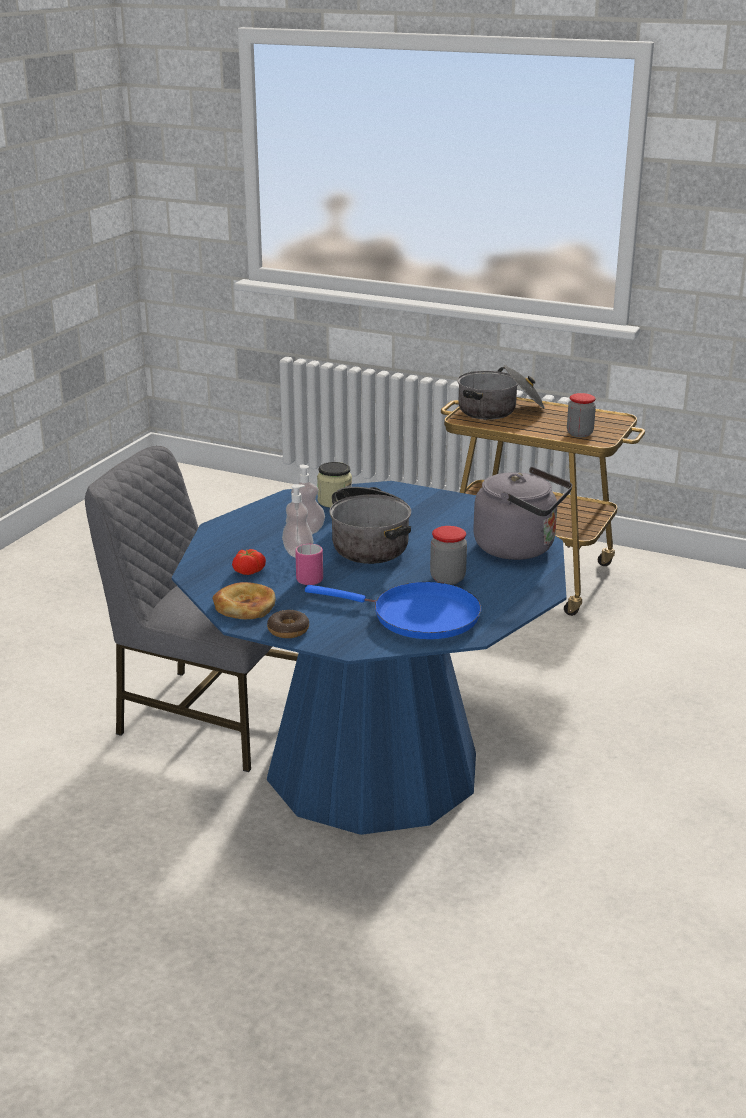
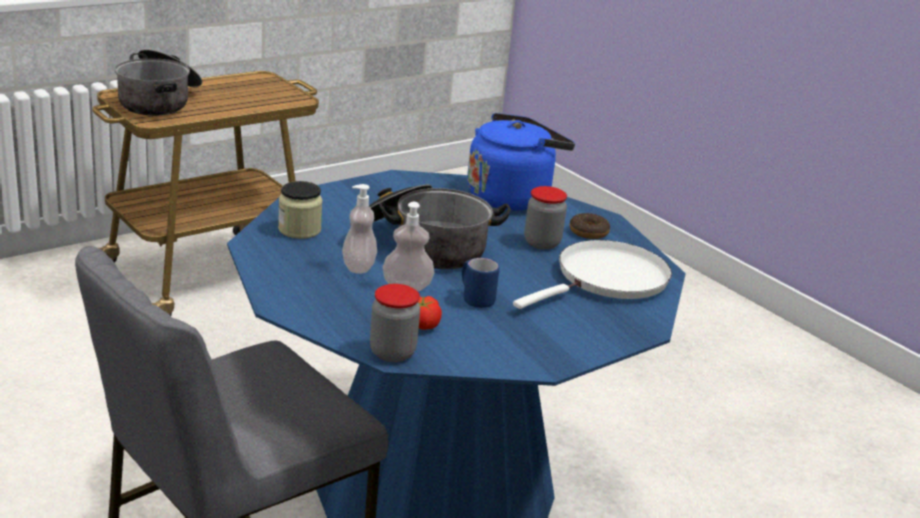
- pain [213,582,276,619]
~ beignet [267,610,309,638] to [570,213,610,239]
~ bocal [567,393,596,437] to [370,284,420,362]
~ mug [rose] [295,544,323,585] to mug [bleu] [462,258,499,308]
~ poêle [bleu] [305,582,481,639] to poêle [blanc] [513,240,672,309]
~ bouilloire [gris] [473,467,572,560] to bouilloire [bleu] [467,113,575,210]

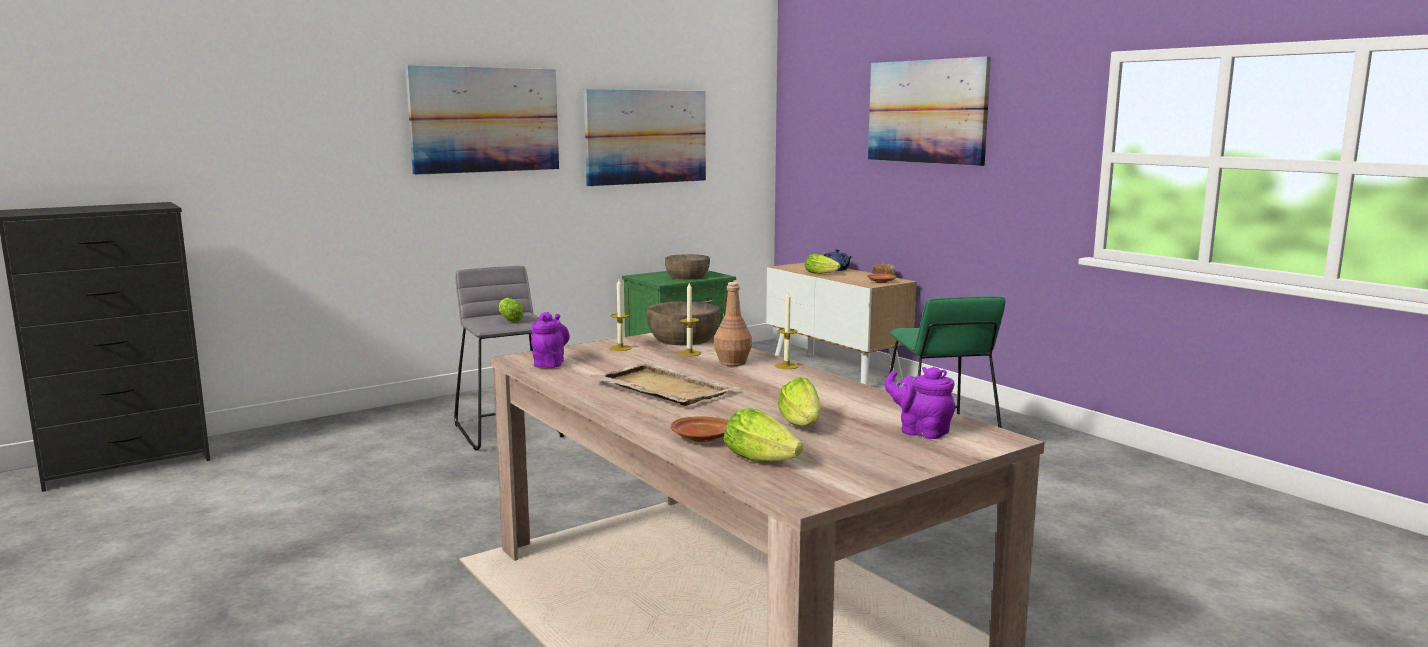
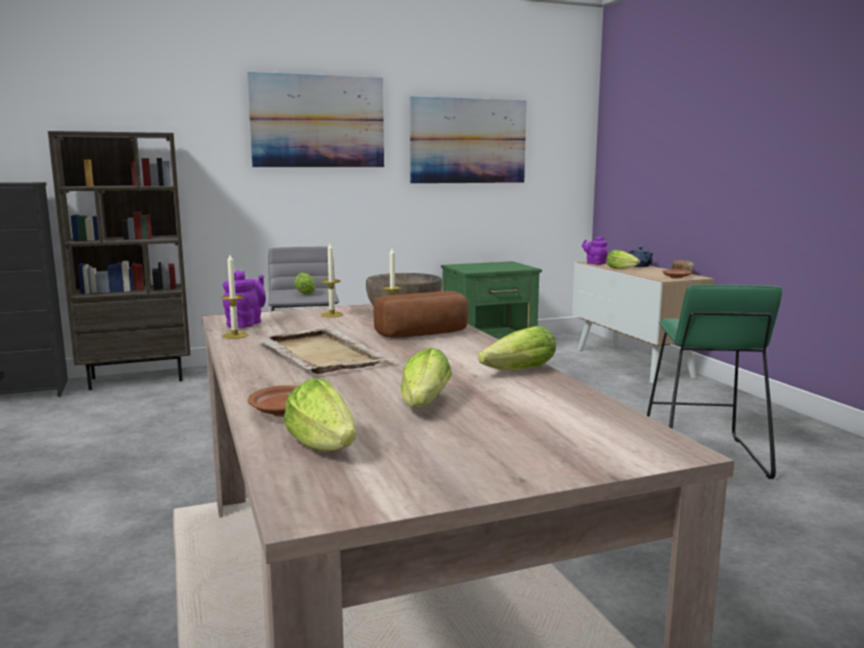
- bol [marron] [665,254,710,280]
- tableau [868,56,991,166]
+ bibliothèque [marron] [48,131,190,390]
+ laitue [478,326,556,370]
~ bougie [775,292,799,369] to [221,254,248,339]
~ théière [violet] [884,367,955,439] to [582,236,607,265]
~ bouteille [marron] [714,282,752,366] to pain [373,291,468,338]

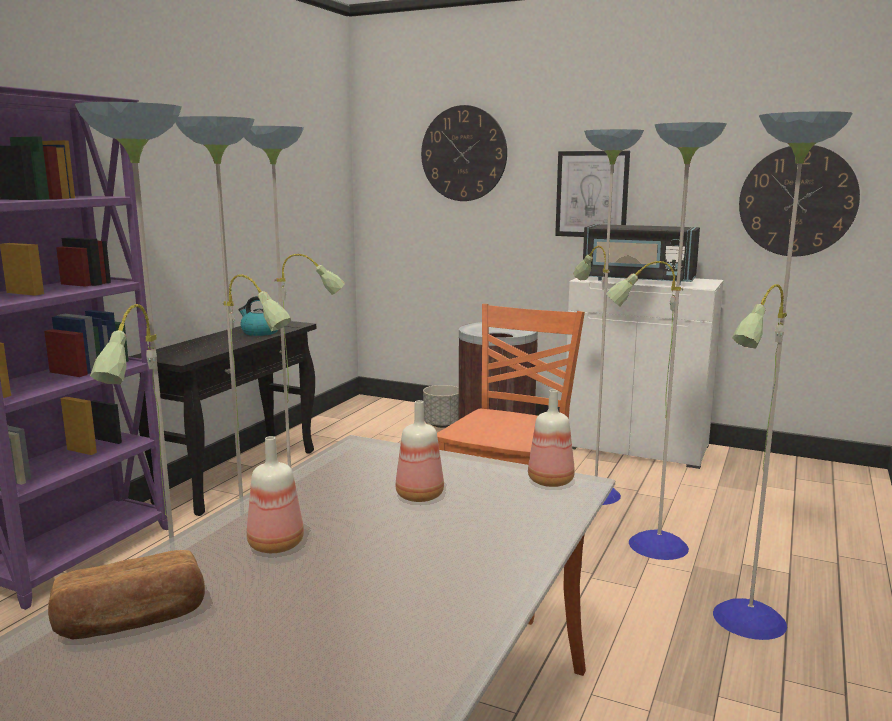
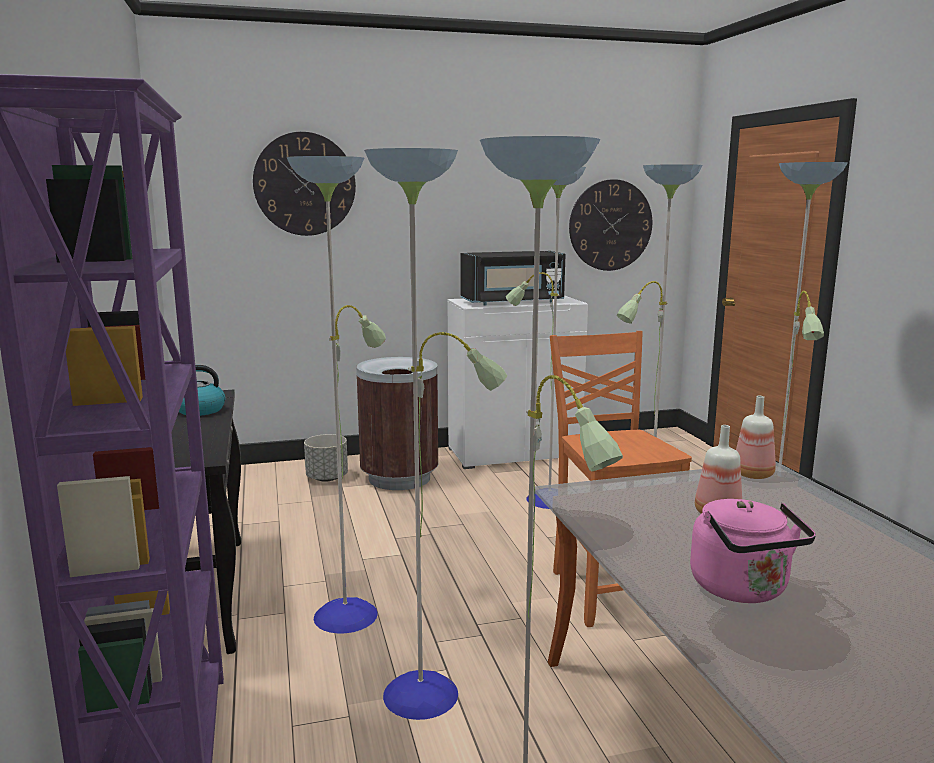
- pain [48,550,205,639]
- tableau [555,151,630,237]
~ bouteille [247,436,304,553] to bouilloire [rose] [690,499,816,603]

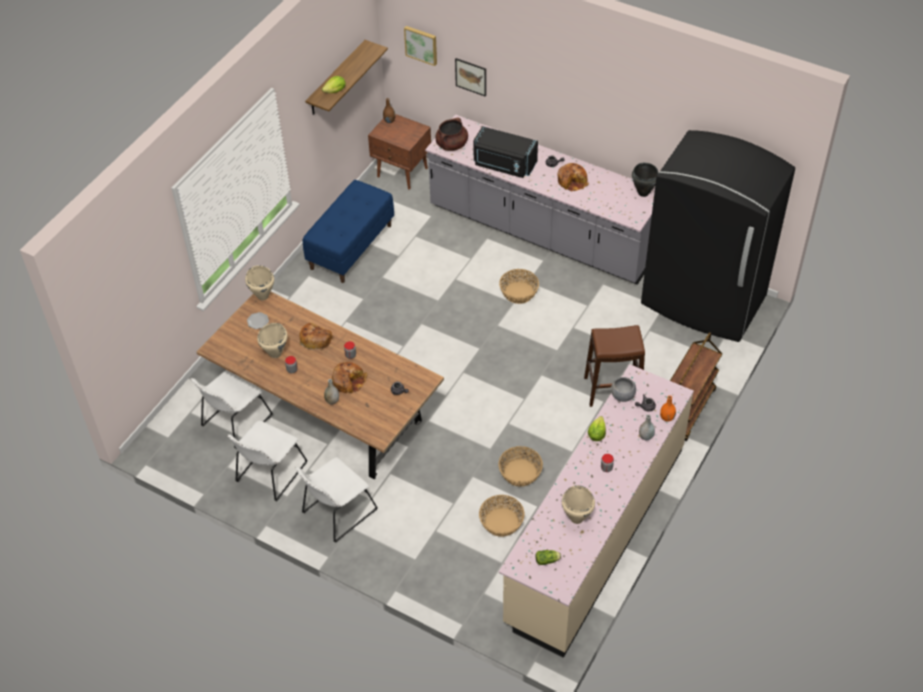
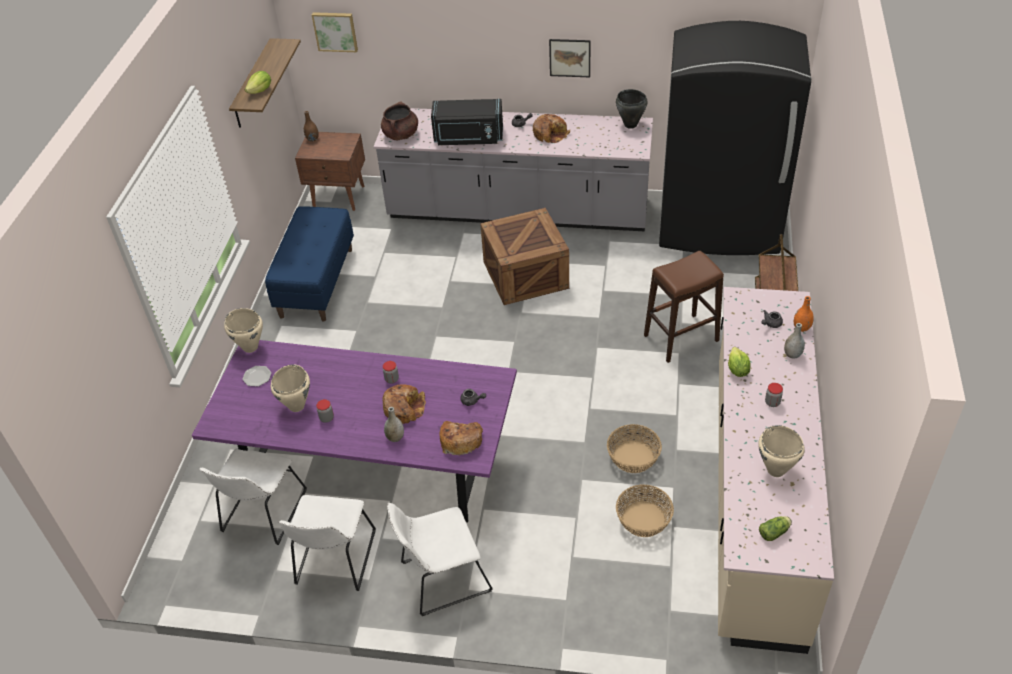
- bol [gris] [611,377,636,402]
~ pain [300,323,333,350] to [439,421,483,455]
~ tableau [455,58,486,97] to [549,39,591,77]
~ panier [499,269,539,304] to caisse [480,208,569,305]
~ table à manger [marron] [196,292,444,479] to table à manger [violet] [192,340,517,522]
~ chaise [blanc] [295,457,378,543] = [387,503,493,616] 45 degrees clockwise

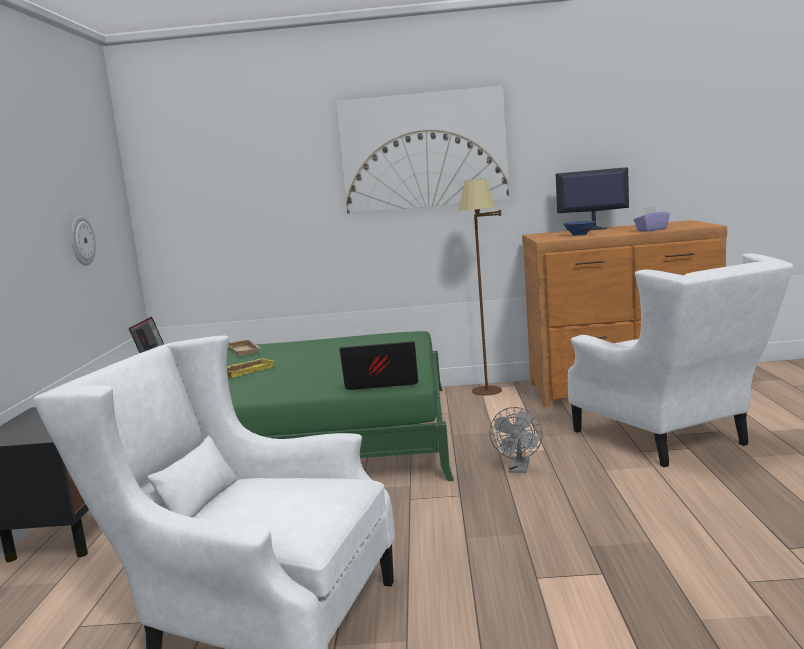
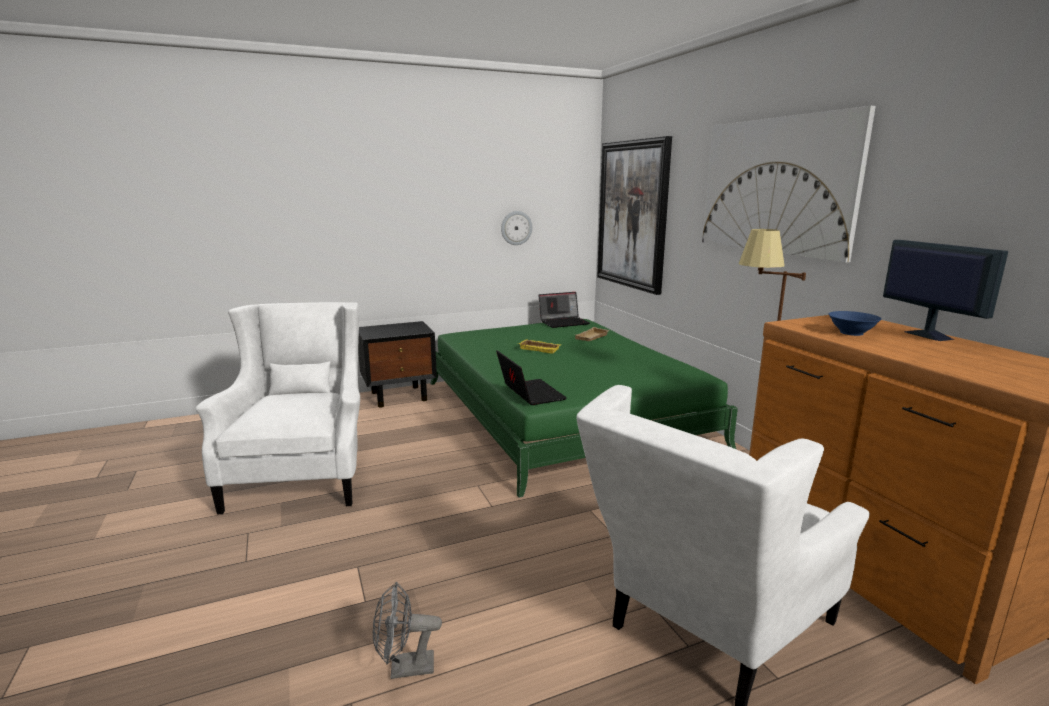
- boîte à mouchoirs [violet] [634,206,670,231]
+ tableau [597,136,672,295]
~ ventilateur [gris] [489,407,543,473] to [373,582,442,679]

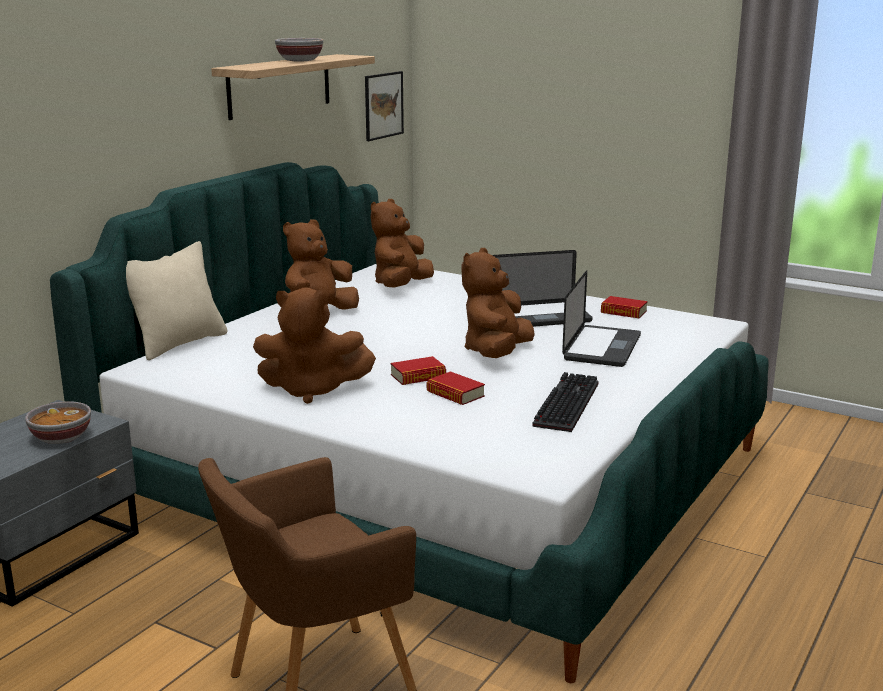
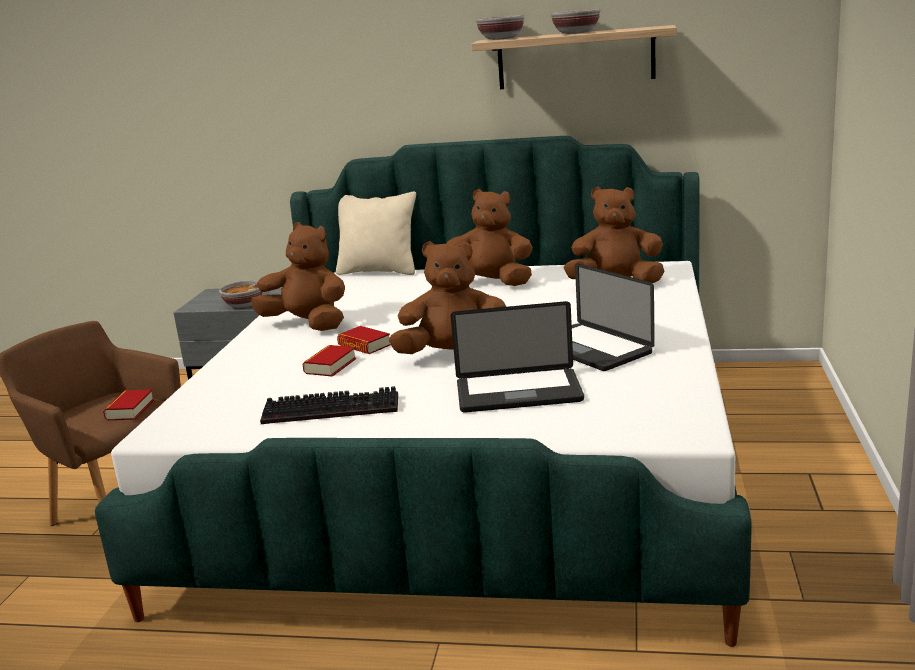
- tableau [365,71,404,141]
+ bol [476,15,524,40]
~ livre [601,296,647,318] to [103,389,154,420]
~ peluche [marron] [253,288,376,404] = [251,222,345,331] 135 degrees clockwise

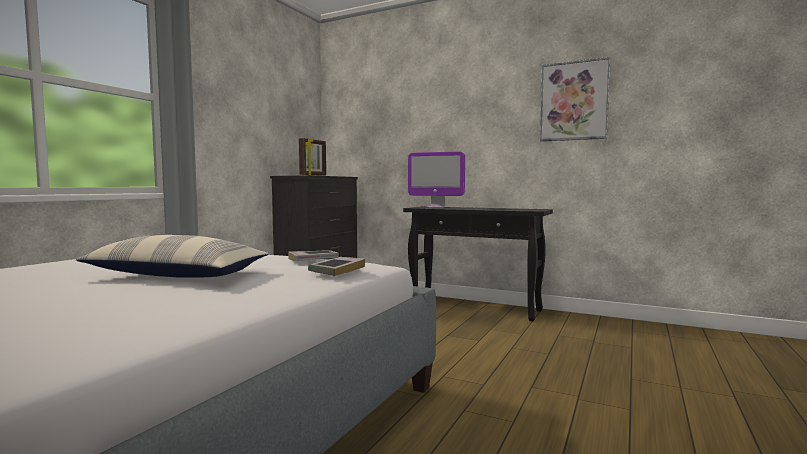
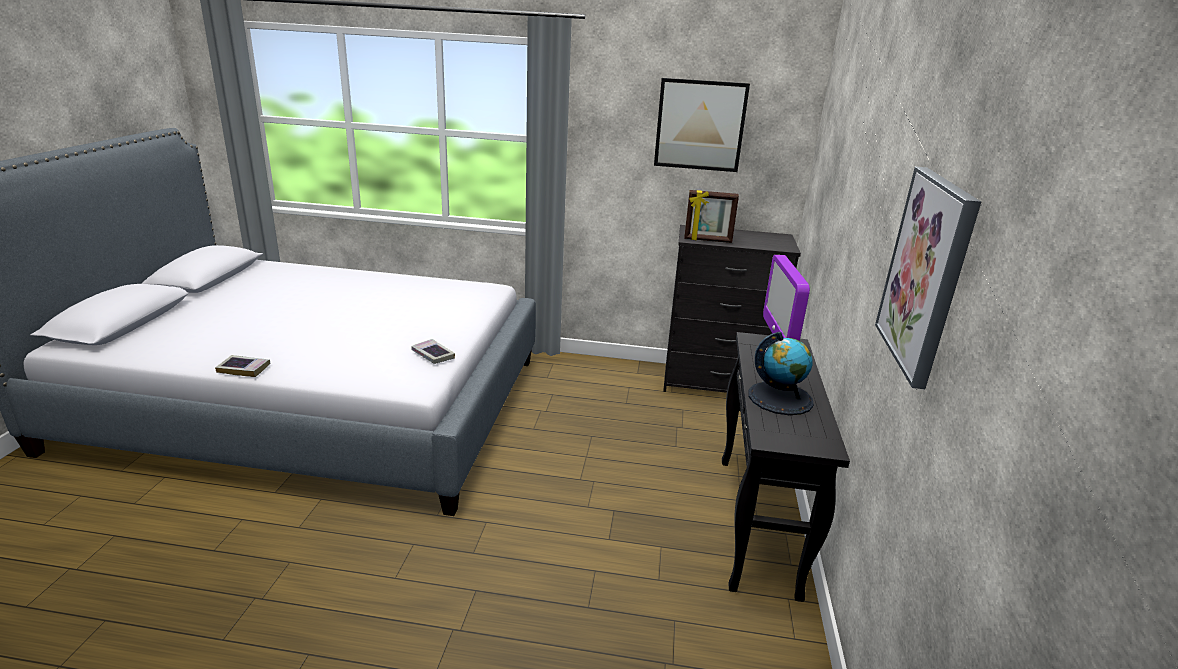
- coussin [76,235,269,278]
+ tableau [654,78,750,172]
+ globe [749,332,814,415]
~ livre [308,257,365,276] to [215,355,270,377]

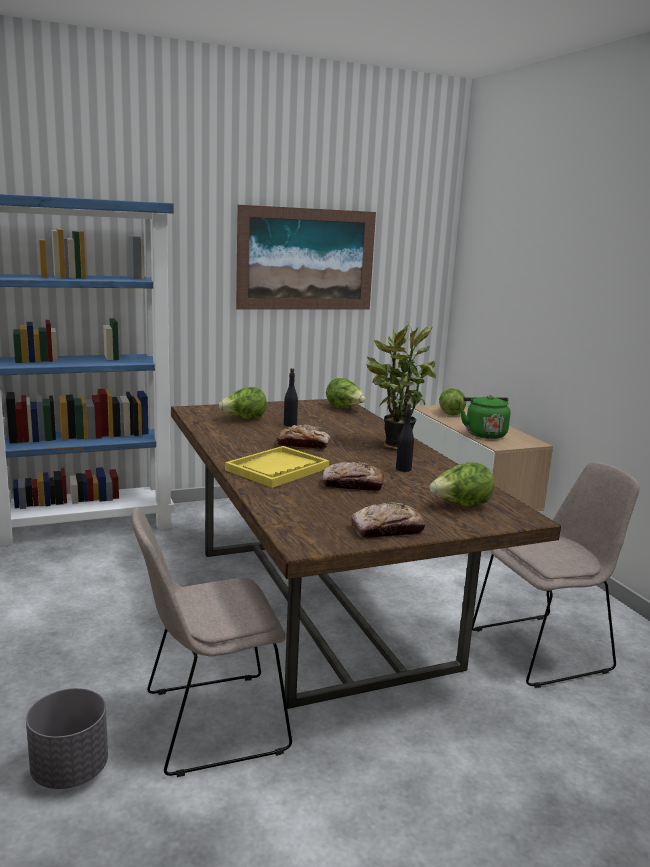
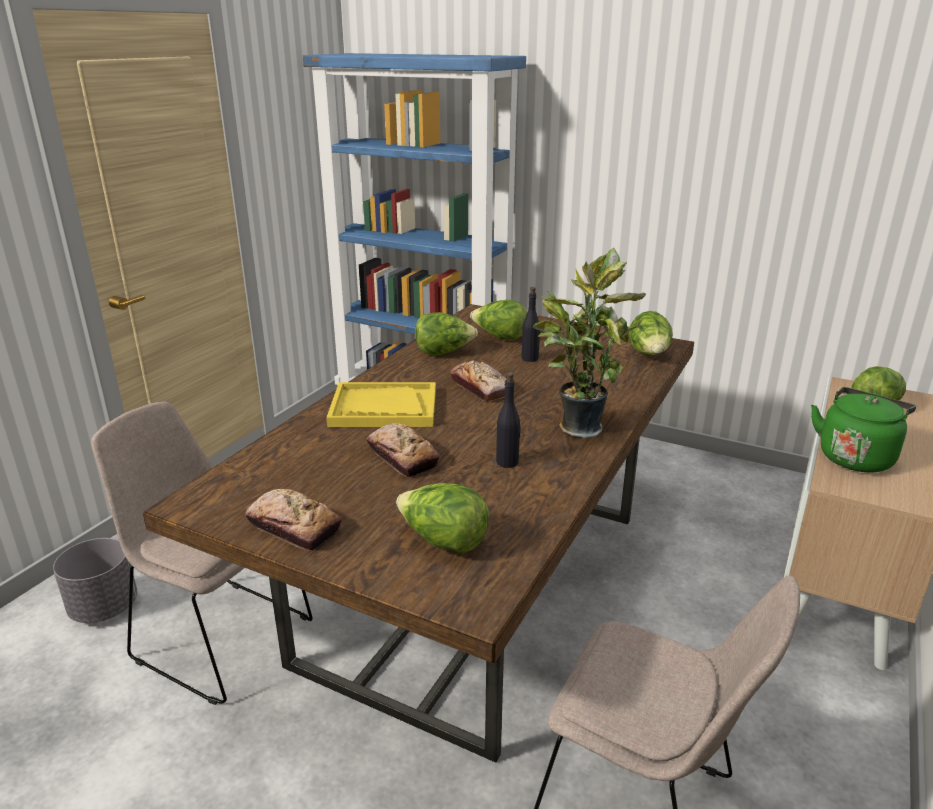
- tableau [236,205,376,310]
+ laitue [415,312,478,355]

